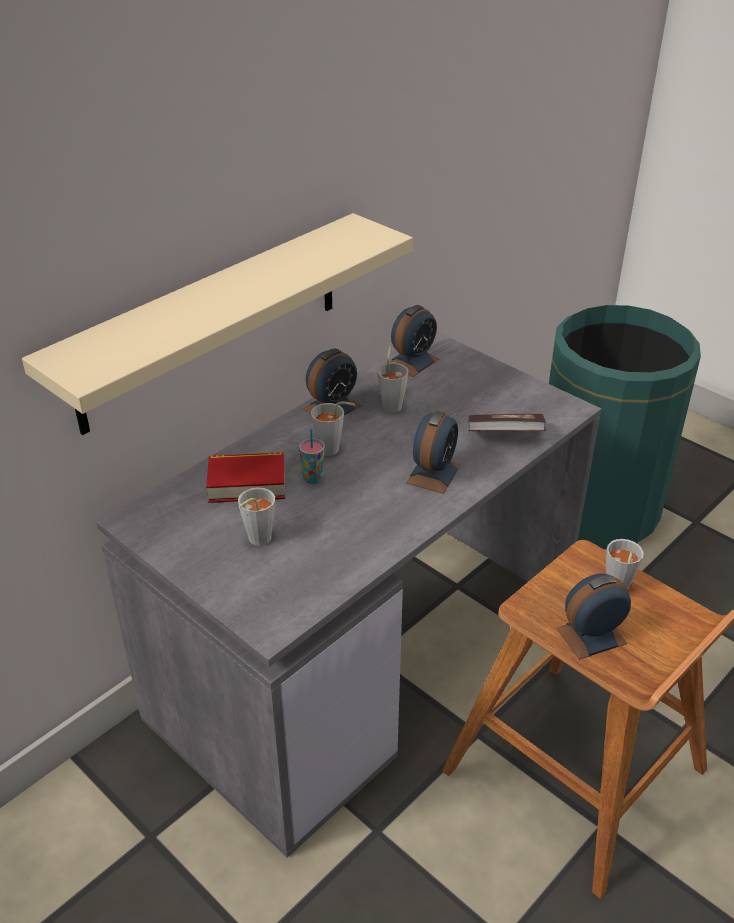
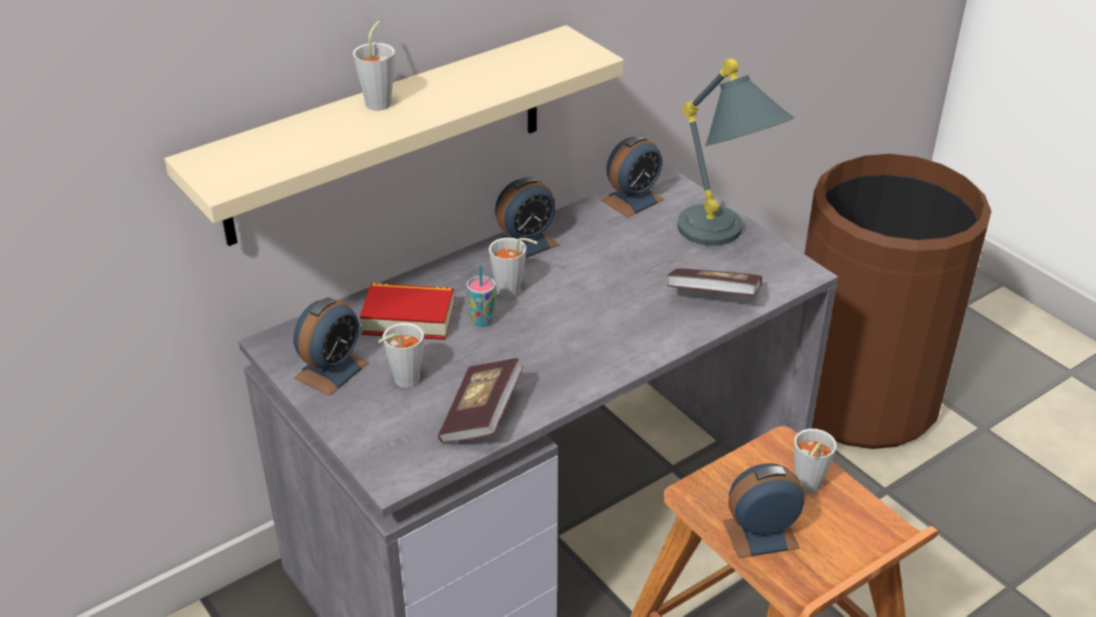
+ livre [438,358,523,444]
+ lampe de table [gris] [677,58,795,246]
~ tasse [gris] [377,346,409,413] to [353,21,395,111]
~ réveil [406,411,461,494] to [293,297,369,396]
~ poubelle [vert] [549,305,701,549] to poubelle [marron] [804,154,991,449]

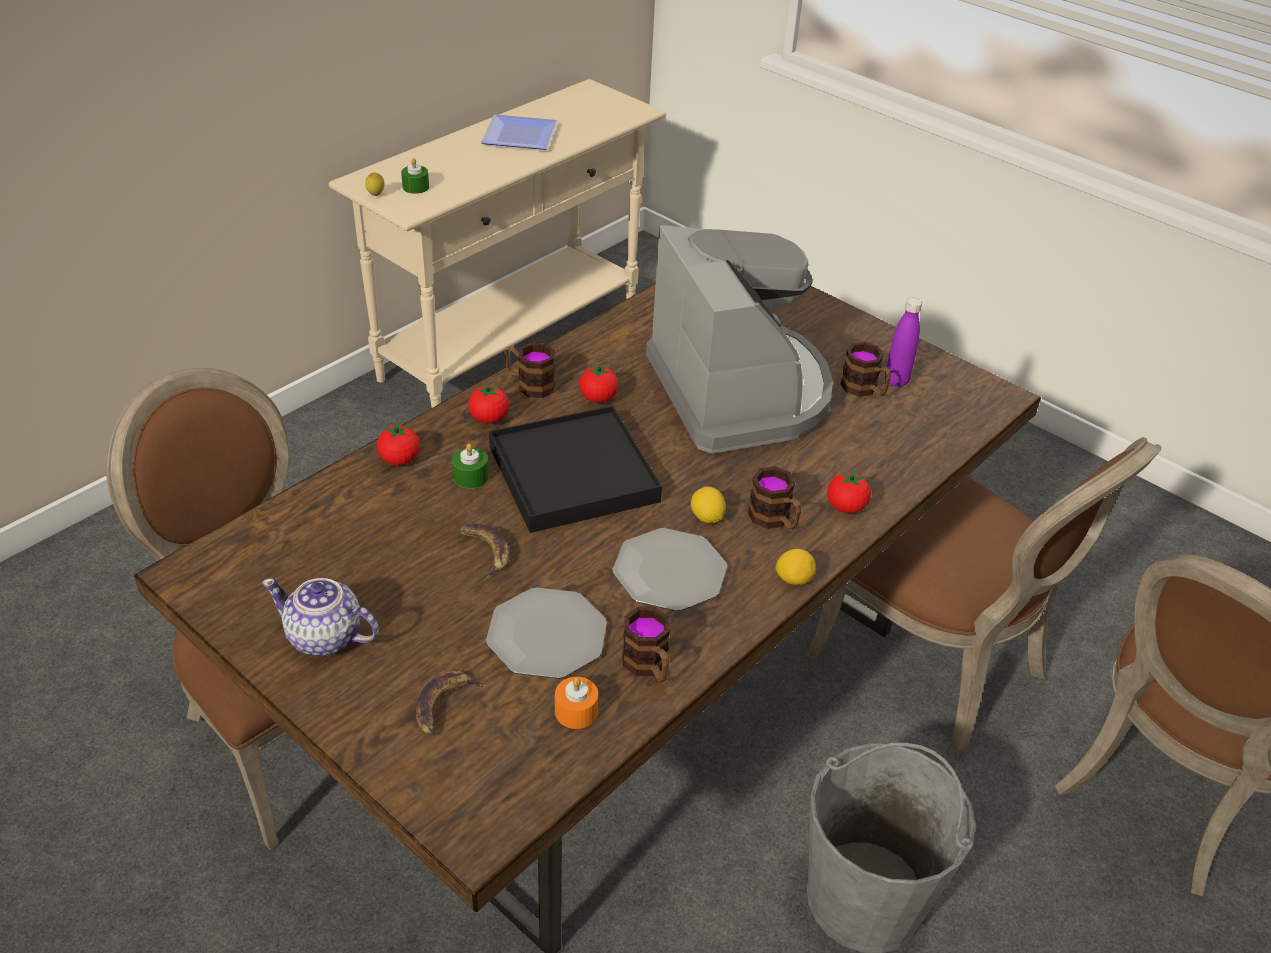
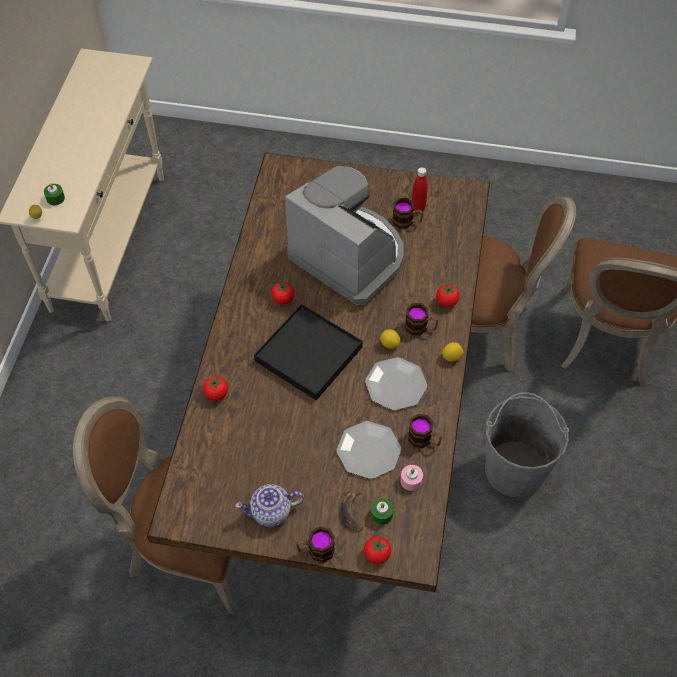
- banane [457,523,510,580]
- assiette [481,115,558,150]
~ bougie [vert] [452,444,489,488] to [371,498,394,525]
~ tomate [469,382,509,424] to [364,536,391,564]
~ mug [505,343,555,398] to [296,526,335,563]
~ bougie [orange] [555,677,598,729] to bougie [rose] [400,465,423,491]
~ bouteille [violet] [885,298,922,387] to bouteille [rouge] [412,167,428,213]

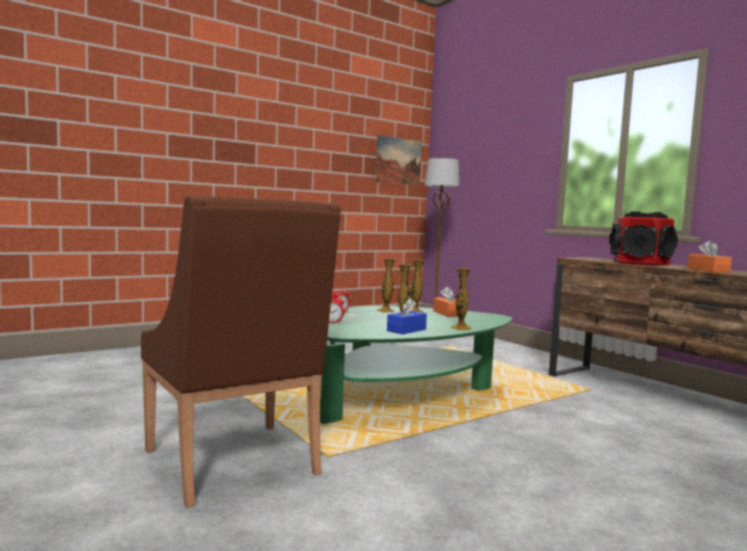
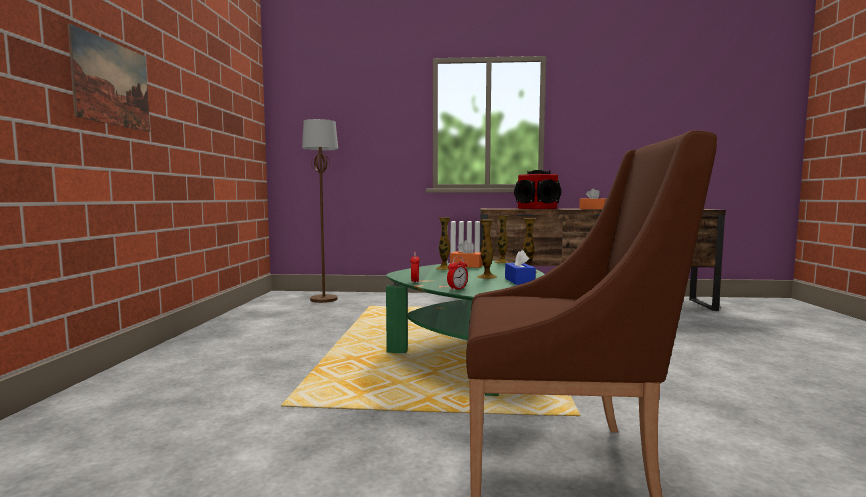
~ tableau [375,135,422,186] to [68,24,150,132]
~ vase [377,259,396,313] to [495,216,510,264]

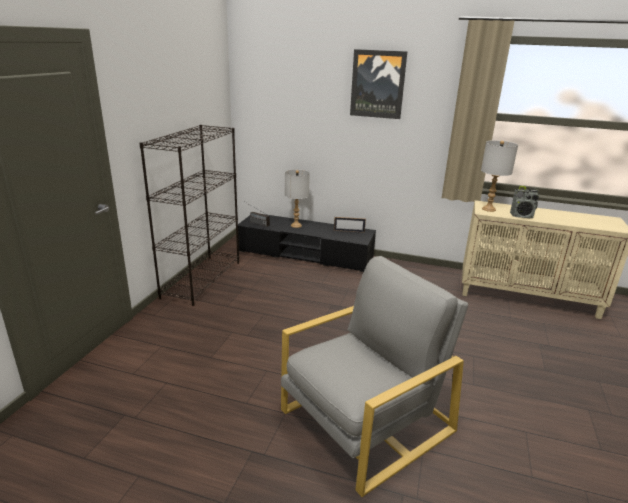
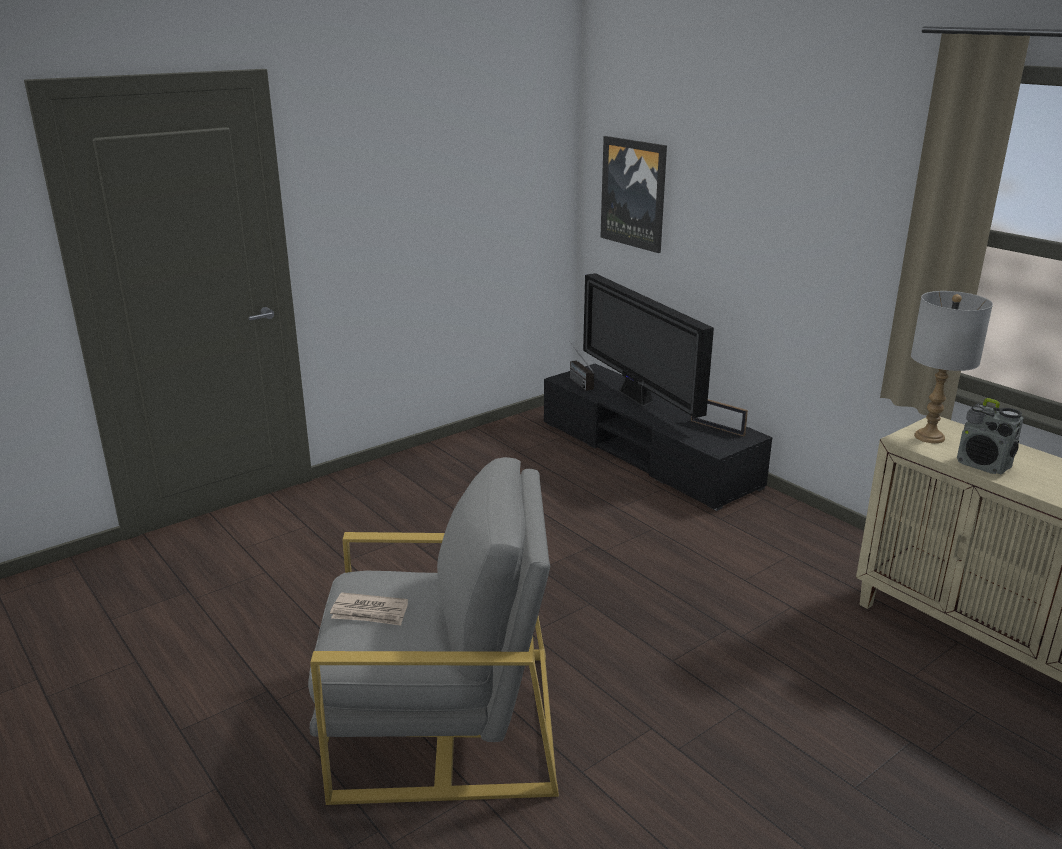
- bibliothèque [noir] [139,125,239,306]
+ journal [330,592,408,626]
~ tableau [350,49,407,119] to [600,136,667,253]
~ lampe de table [gris] [285,169,310,228] to téléviseur [583,273,714,418]

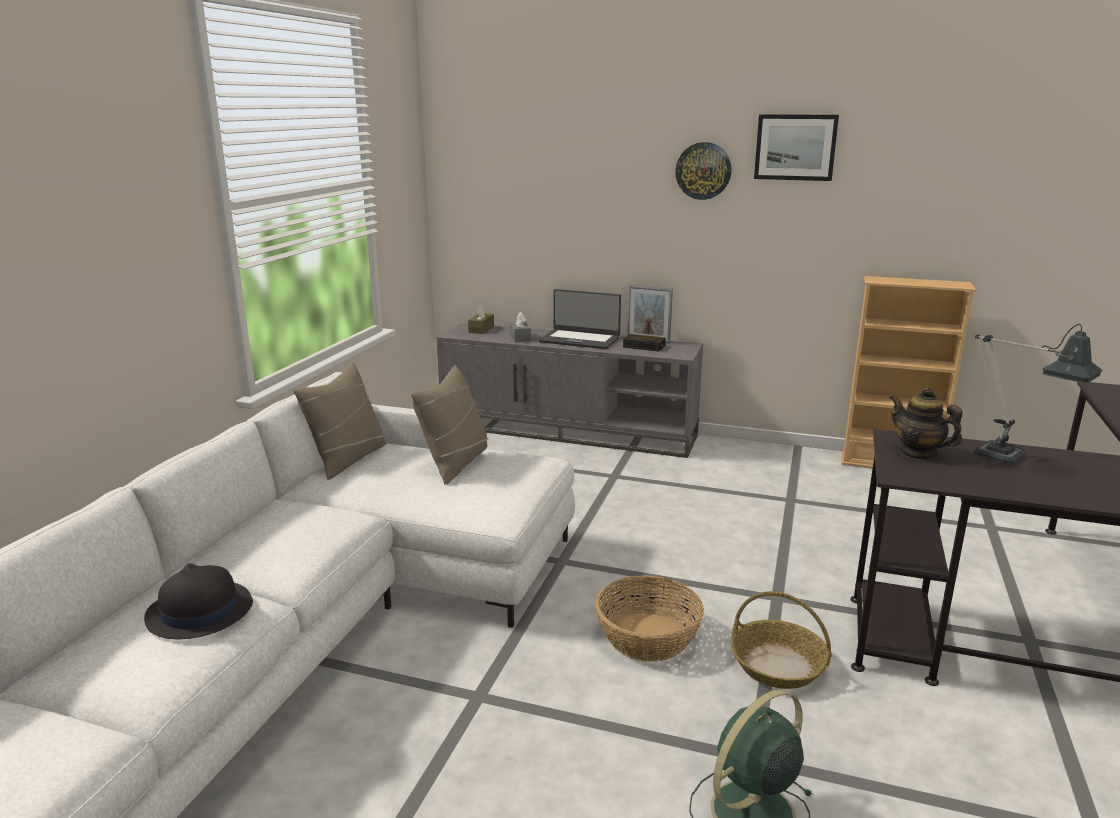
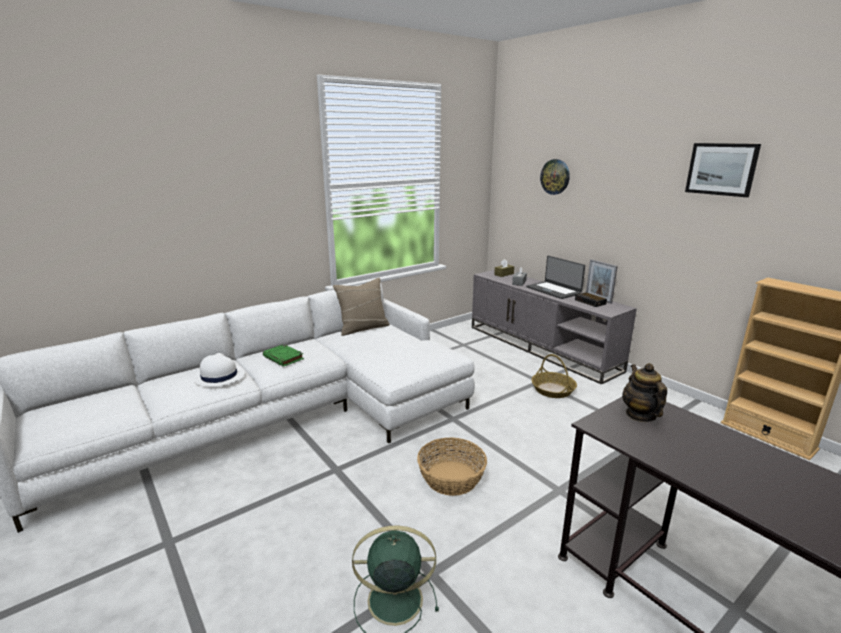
- coussin [beige] [411,365,488,485]
- lampe de table [974,324,1102,463]
+ livre [vert] [263,344,304,367]
~ horloge murale [675,142,732,200] to [540,159,570,195]
~ panier [731,591,832,689] to [531,354,577,398]
~ chapeau [noir] [144,563,253,639] to chapeau [blanc] [193,353,245,387]

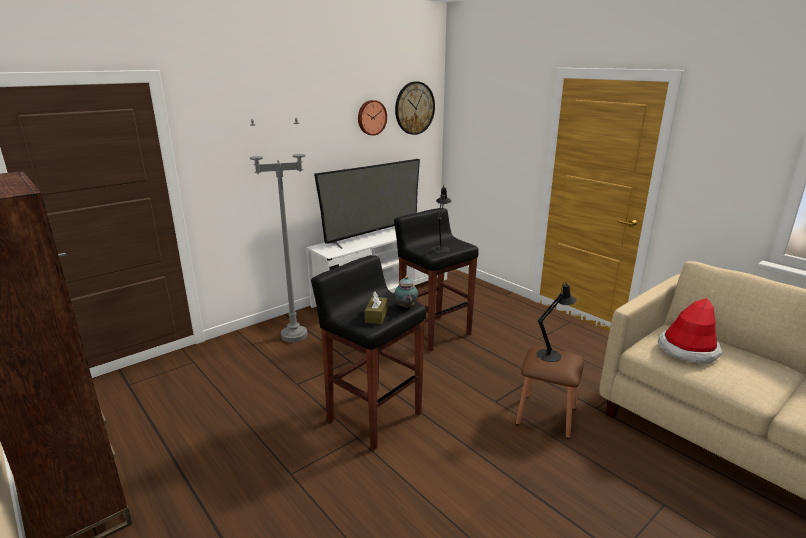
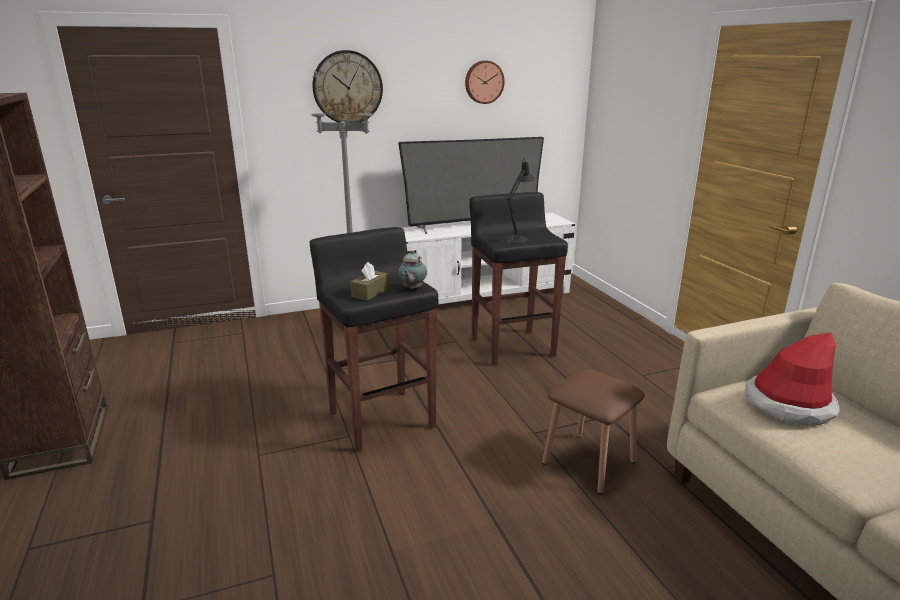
- lampe de table [noir] [537,283,576,362]
~ horloge murale [395,81,435,135] to [312,50,383,123]

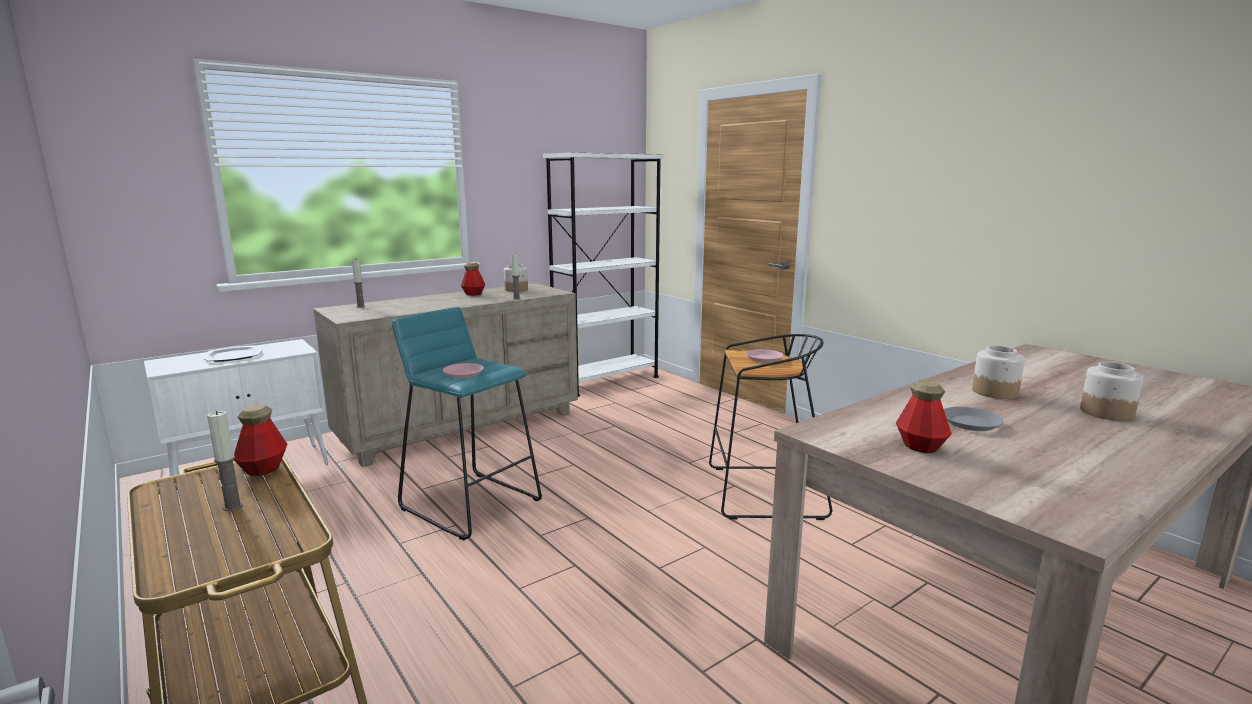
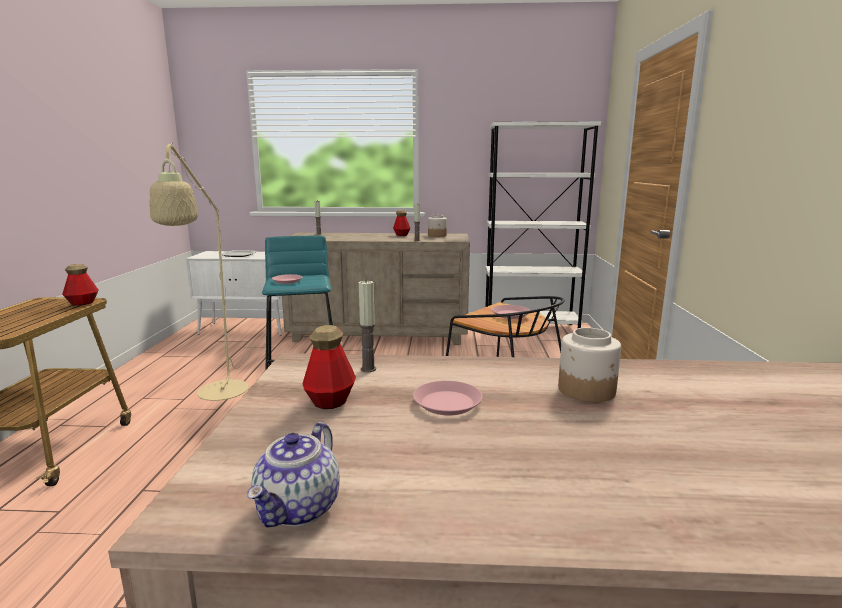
- bocal [1080,362,1143,421]
+ lampadaire [beige] [149,141,254,401]
+ théière [247,422,340,527]
~ bougie [207,411,243,511] to [359,279,376,372]
~ assiette [gris] [944,407,1004,431] to assiette [rose] [413,381,483,415]

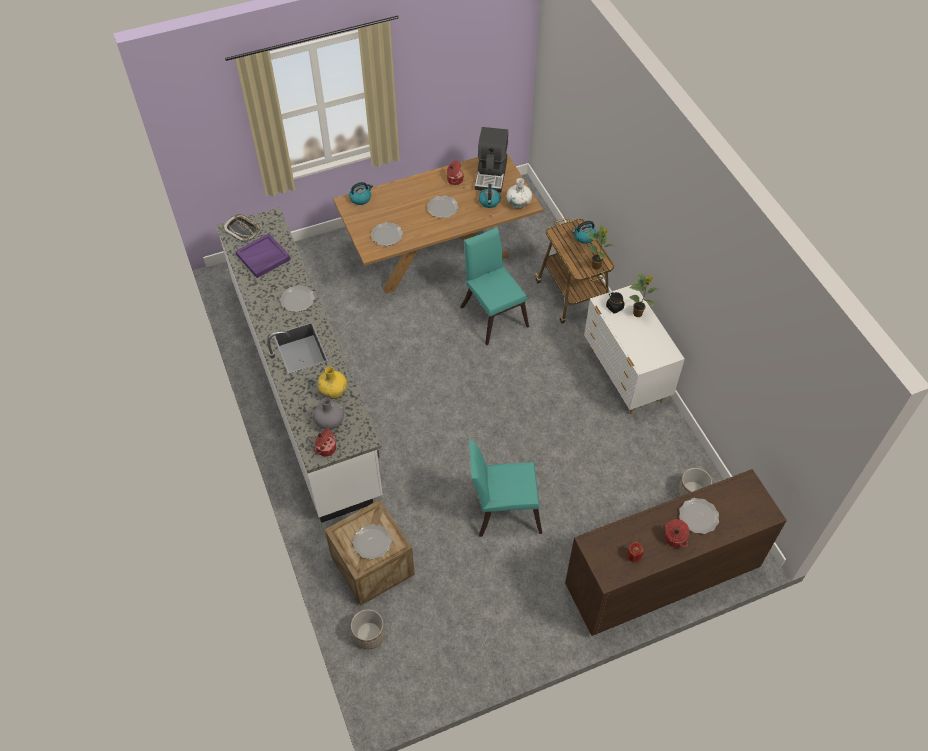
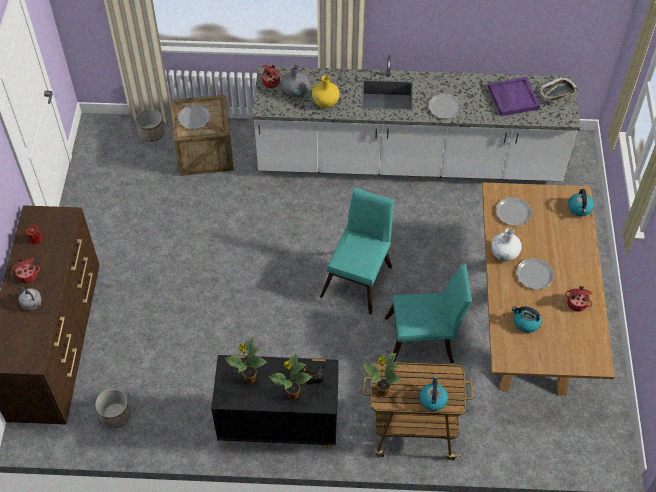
- machine à café [475,127,508,193]
+ plante en pot [224,337,267,384]
~ chaise [turquoise] [469,441,542,537] to [320,187,394,314]
~ vase [blanc] [507,178,532,209] to [491,228,522,261]
~ assiette [679,498,719,534] to bouilloire [gris] [19,287,42,310]
~ commode [blanc] [584,285,685,414] to commode [noir] [211,355,339,449]

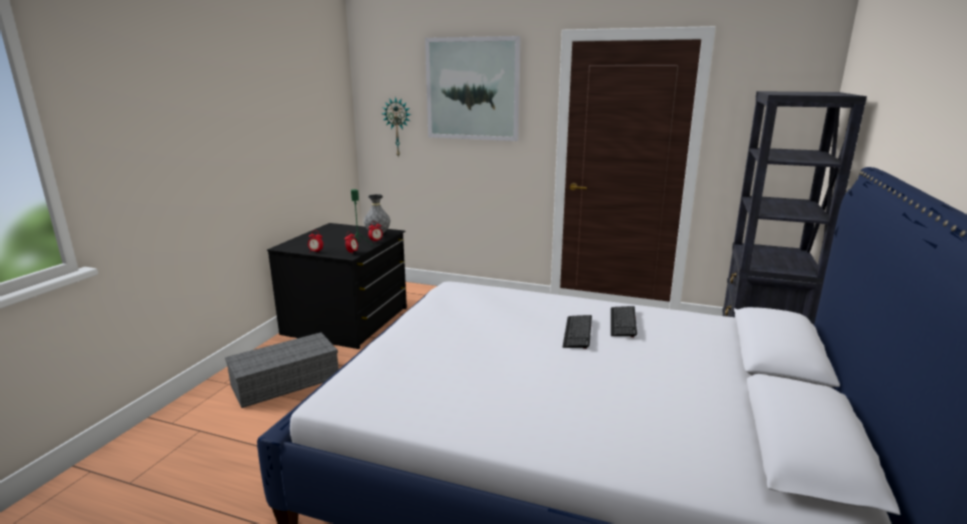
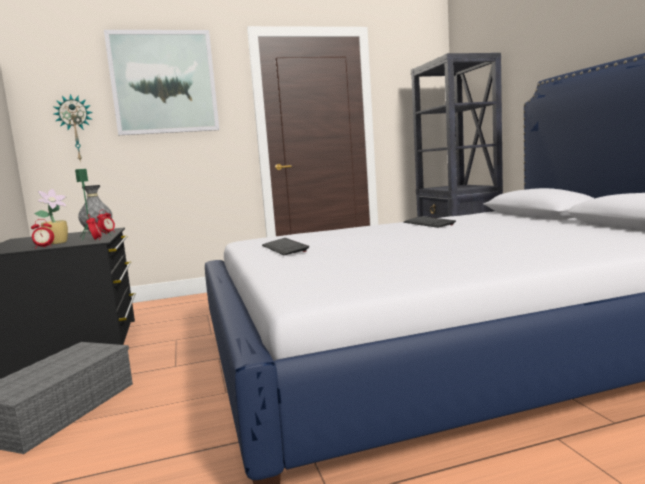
+ plante en pot [34,189,68,245]
~ clavier [562,315,592,349] to [262,238,309,255]

